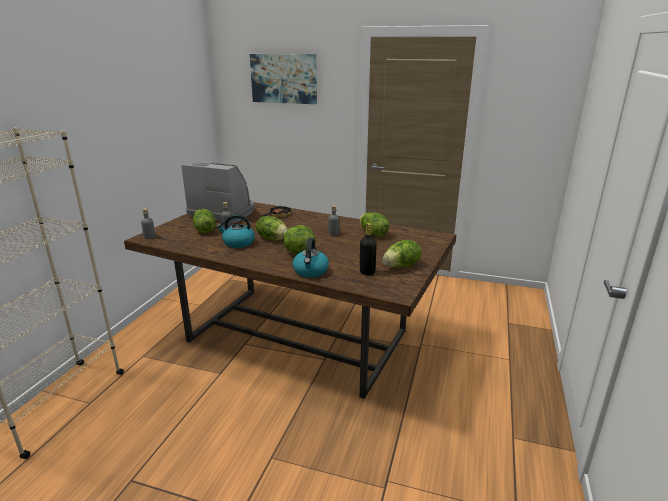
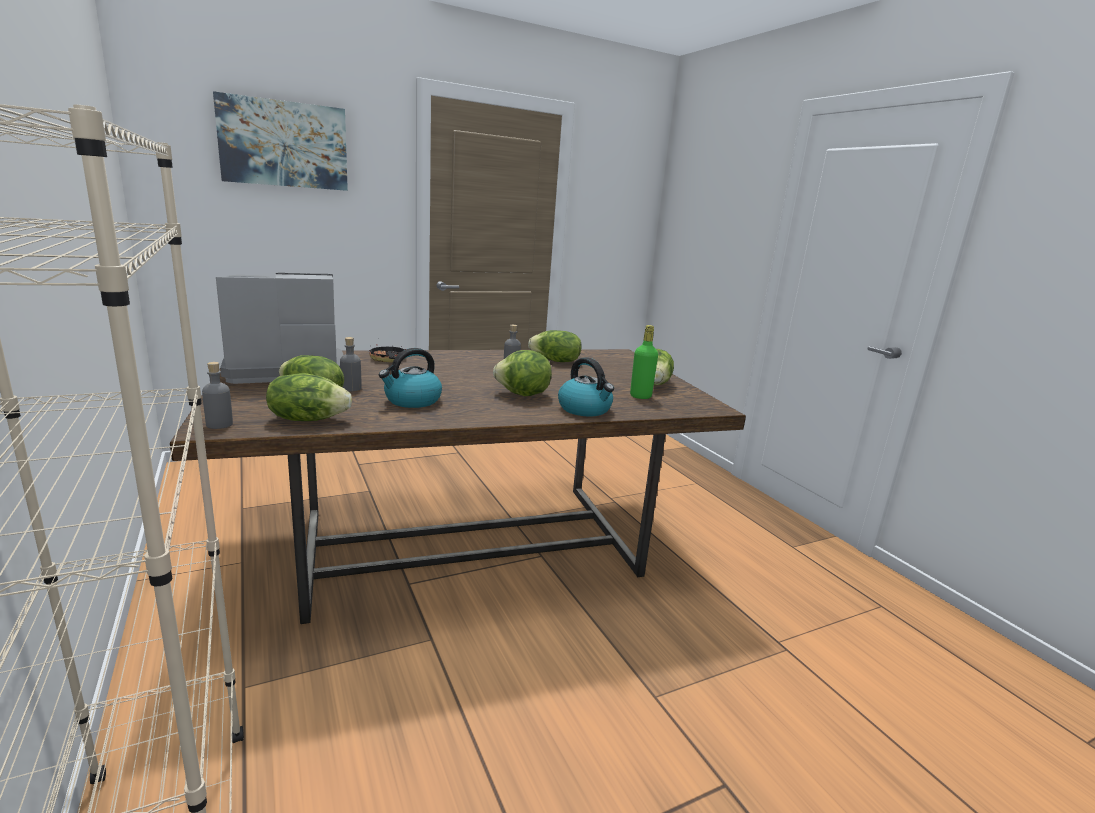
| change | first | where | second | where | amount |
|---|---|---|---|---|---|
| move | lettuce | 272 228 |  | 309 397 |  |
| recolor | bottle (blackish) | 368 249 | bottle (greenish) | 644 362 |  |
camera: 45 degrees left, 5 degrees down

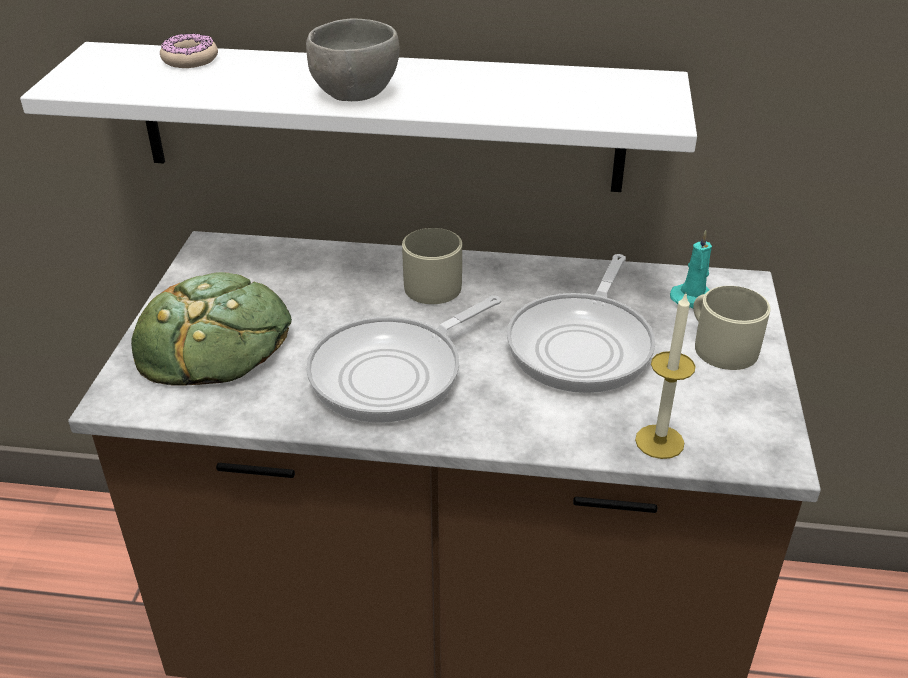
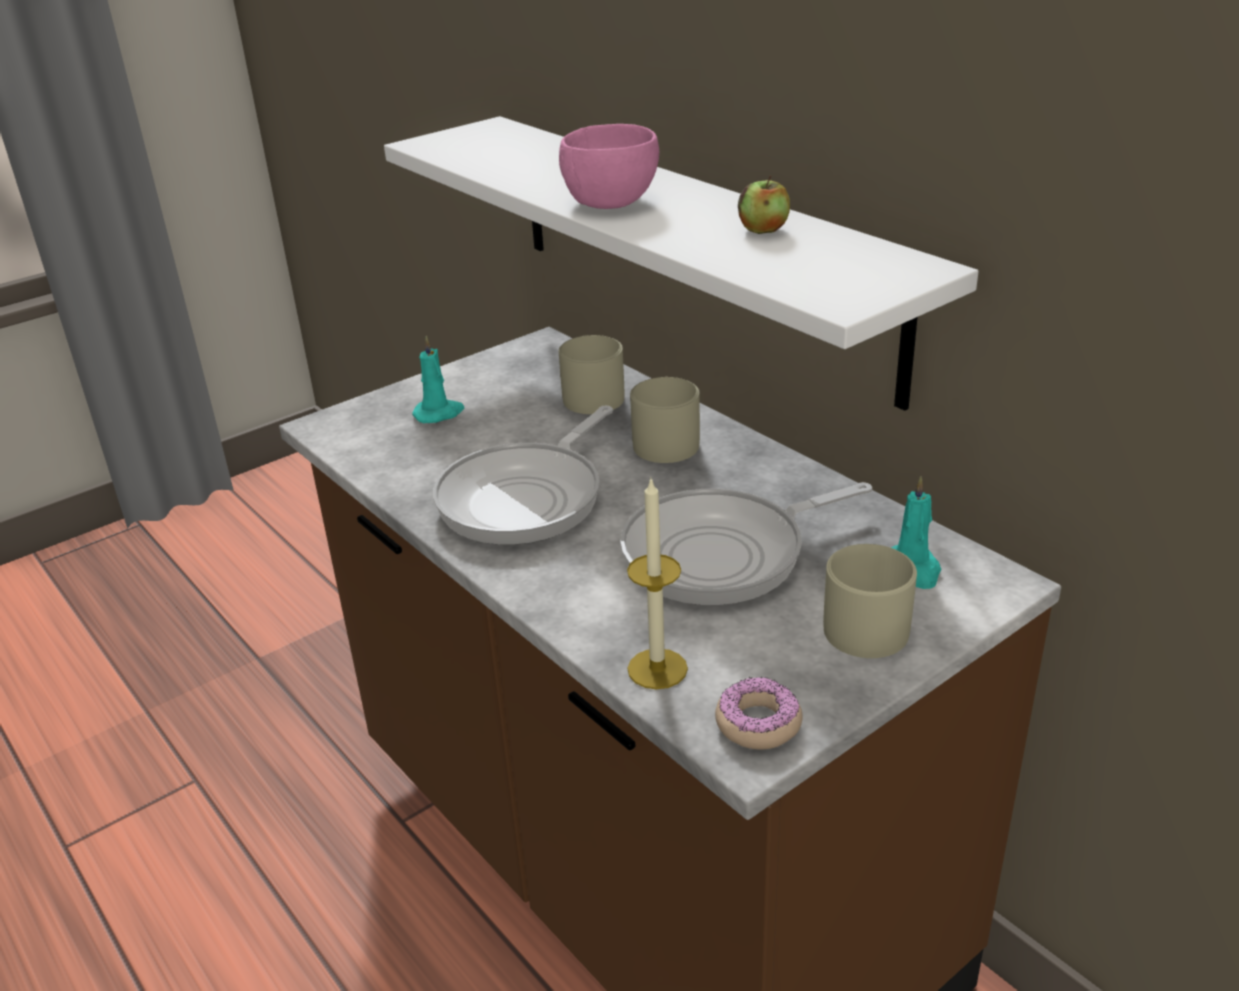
| change | first | where | second | where | amount |
|---|---|---|---|---|---|
| replace | bread | 211 328 | candle (blue-green) | 438 379 |  |
| move | doughnut | 189 50 |  | 758 713 |  |
| recolor | serving bowl (grey) | 353 60 | serving bowl (pink) | 609 166 |  |
| rotate | pan | 403 359 |  | 523 475 | 60 degrees counterclockwise |
| insert |  |  | tea mug (beige) | 592 374 |  |
| insert |  |  | apple | 764 204 |  |
camera: 45 degrees right, 5 degrees down

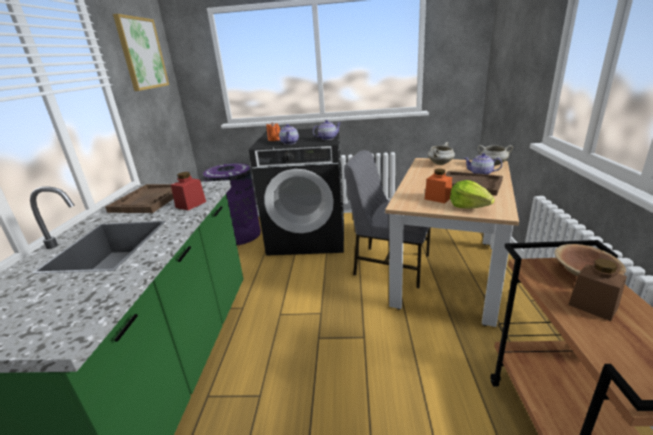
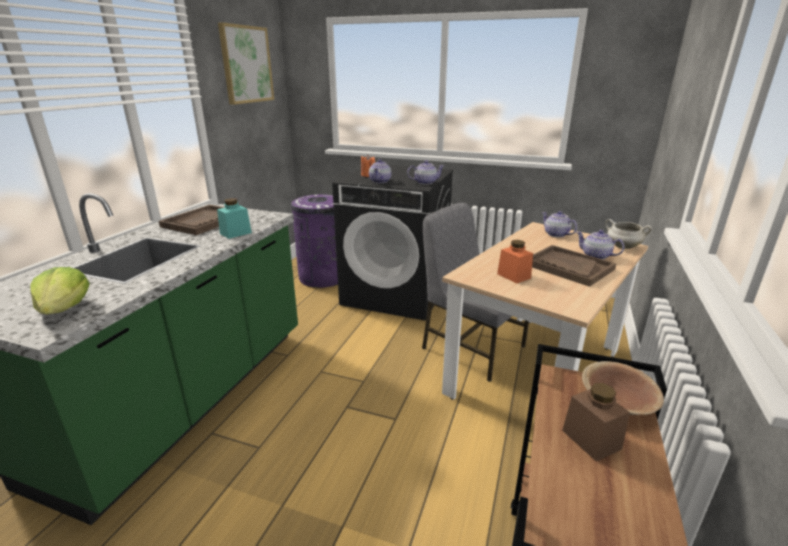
| change | first | where | second | where | amount |
|---|---|---|---|---|---|
| recolor | storage jar (reddish) | 188 191 | storage jar (blue-green) | 234 218 |  |
| replace | saucepot (white) | 441 153 | tea pot | 559 224 |  |
| move | lettuce | 472 194 |  | 60 291 |  |
camera: 15 degrees right, 0 degrees up

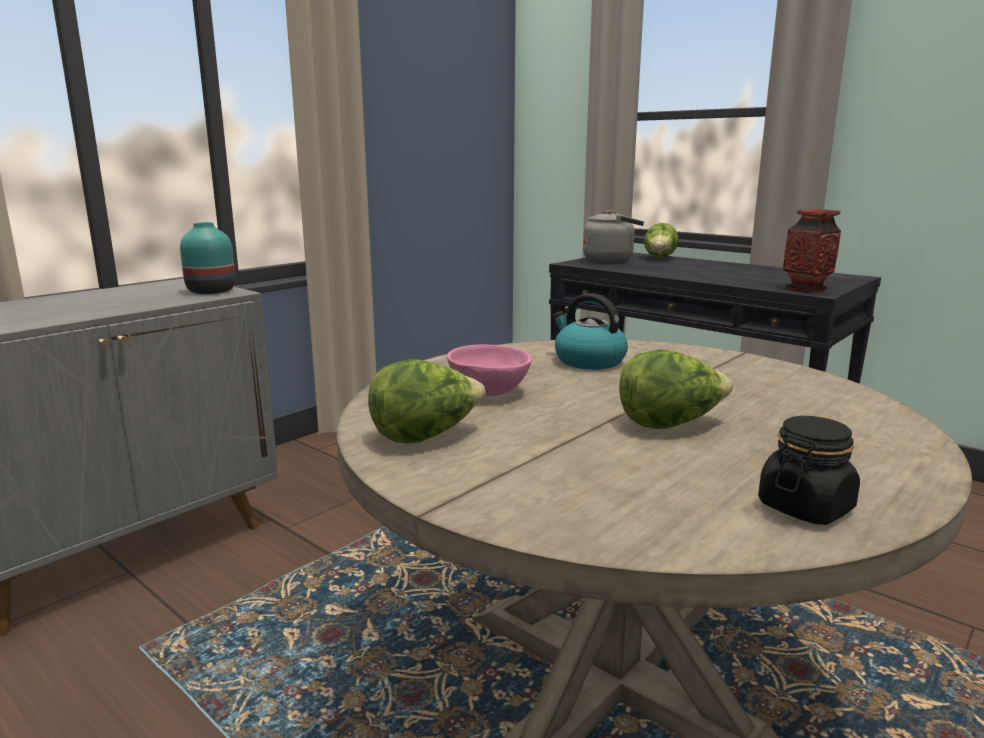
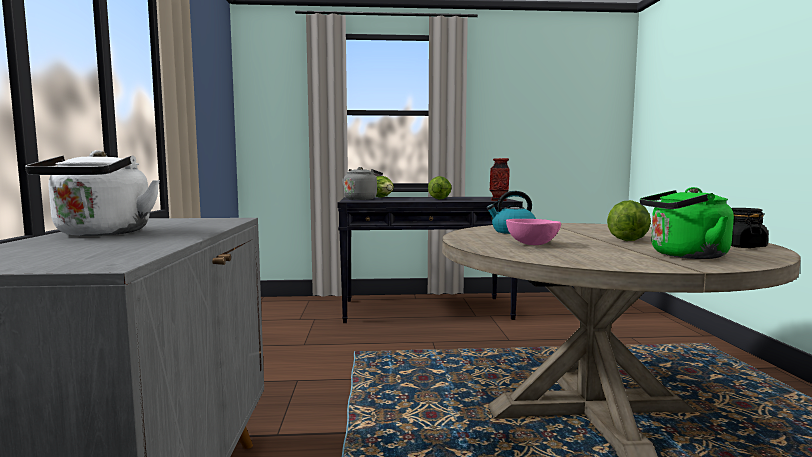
| change | first | where | second | where | amount |
|---|---|---|---|---|---|
| delete | vase (blue-green) | 207 258 |  |  |  |
| move | lettuce | 426 401 |  | 440 187 |  |
| insert |  |  | kettle (white) | 92 193 |  |
| insert |  |  | kettle (greenish) | 687 223 |  |
camera: 45 degrees left, 10 degrees down

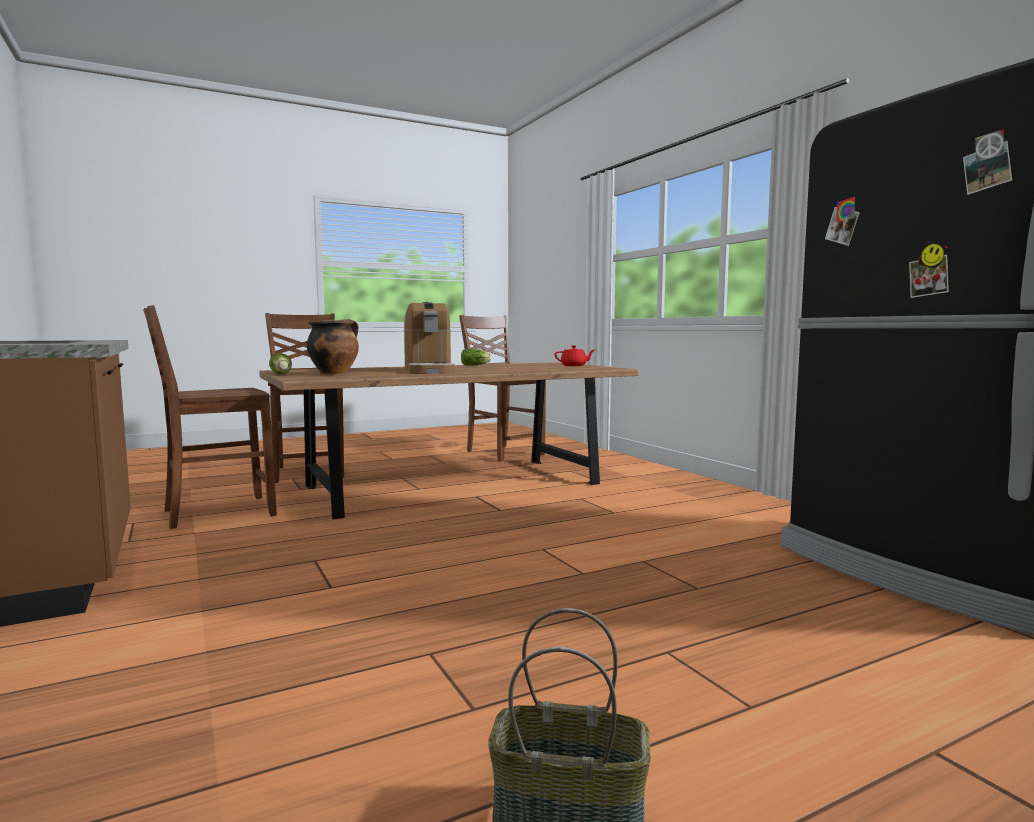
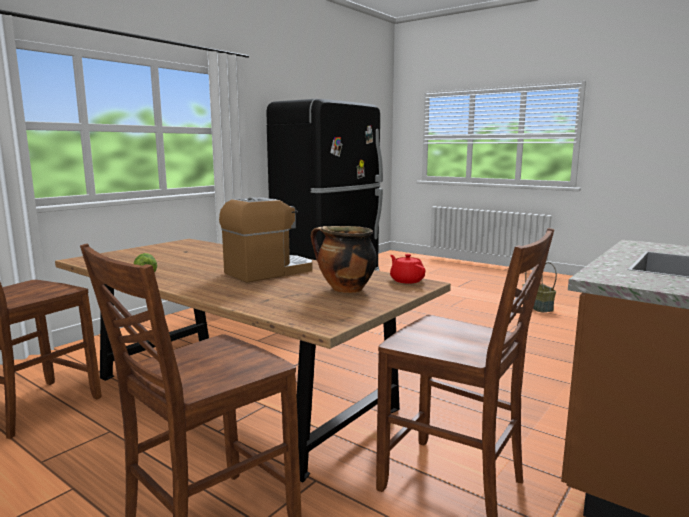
| change | first | where | second | where | amount |
|---|---|---|---|---|---|
| delete | lettuce | 280 363 |  |  |  |
| move | tea pot (reddish) | 574 355 |  | 407 268 |  |
camera: 115 degrees left, 5 degrees up

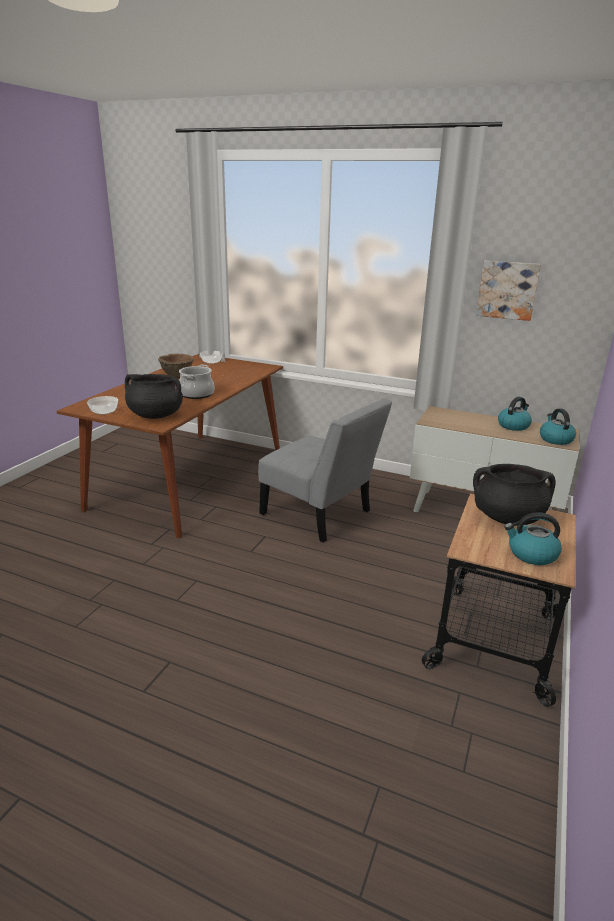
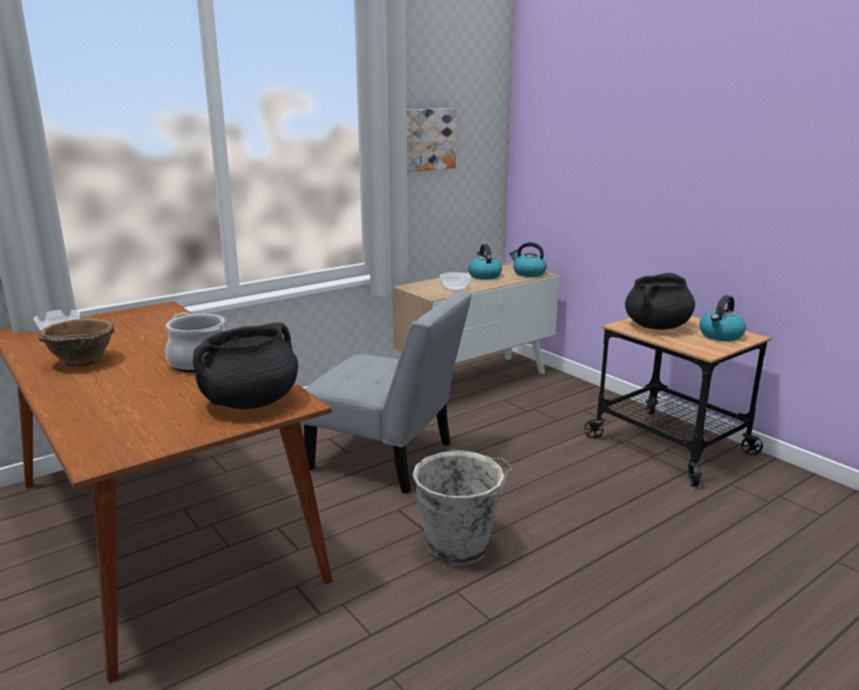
| change | first | where | second | where | amount |
|---|---|---|---|---|---|
| move | serving bowl | 102 405 |  | 455 281 |  |
| rotate | plain chair (grey) | 325 470 |  | 387 392 | 45 degrees clockwise |
| insert |  |  | water bucket (grey) | 462 507 |  |
camera: 60 degrees left, 5 degrees down

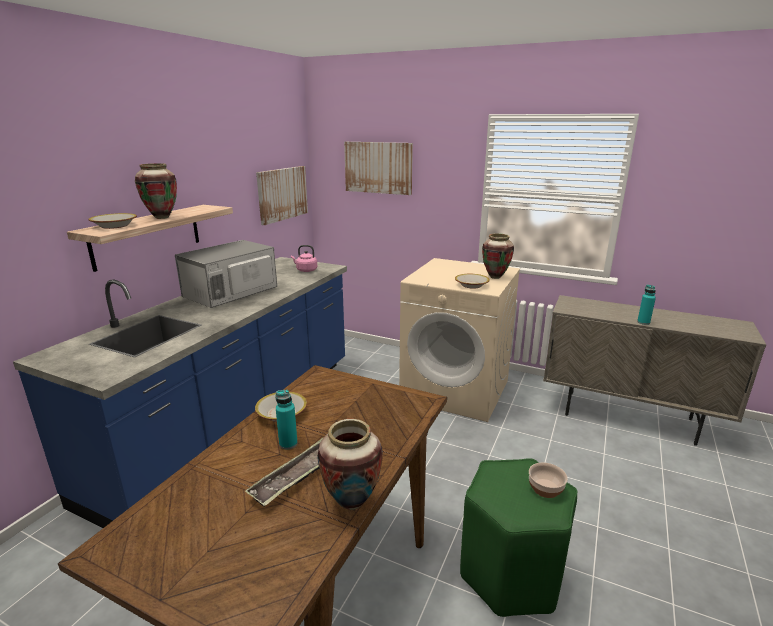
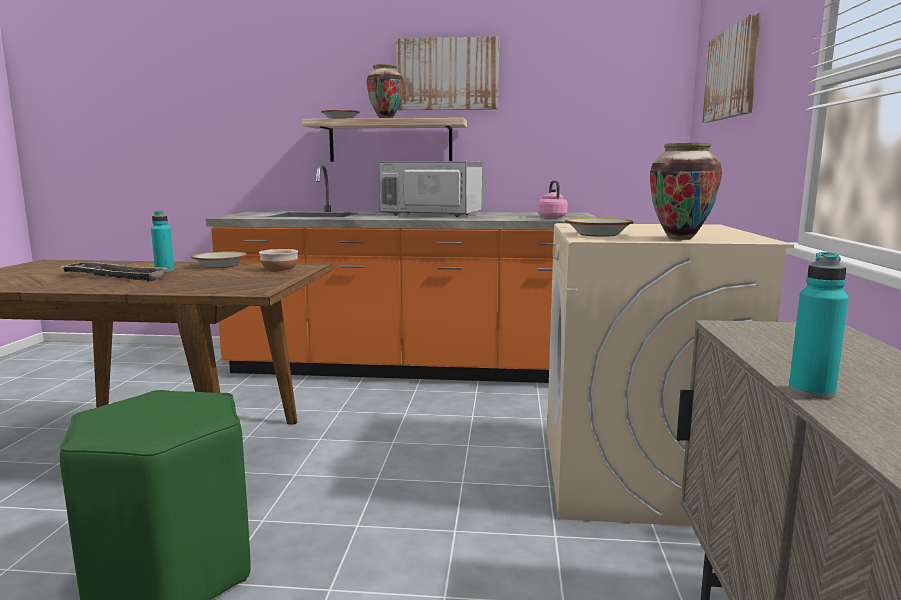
| change | first | where | second | where | amount |
|---|---|---|---|---|---|
| recolor | counter (blue) | 180 392 | counter (orangey) | 401 274 |  |
| move | wall art | 282 195 |  | 447 73 |  |
| delete | vase | 350 464 |  |  |  |
| move | serving bowl | 548 480 |  | 278 260 |  |
camera: 70 degrees right, 10 degrees down

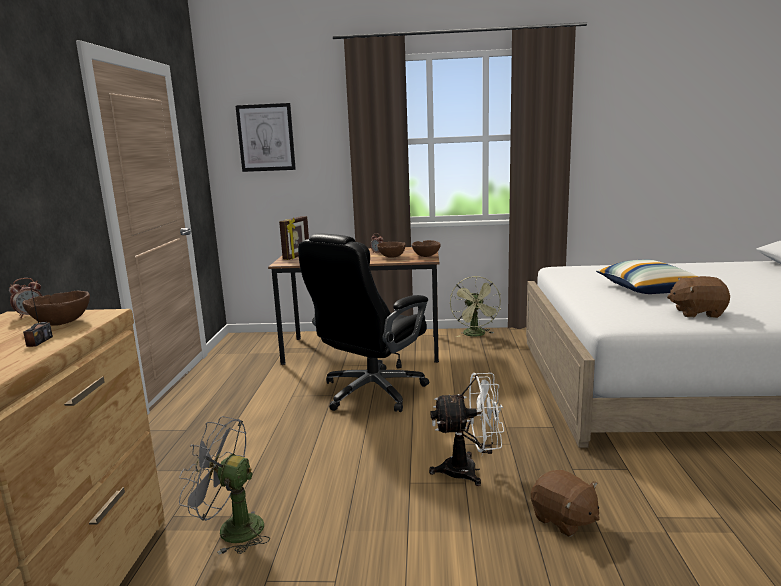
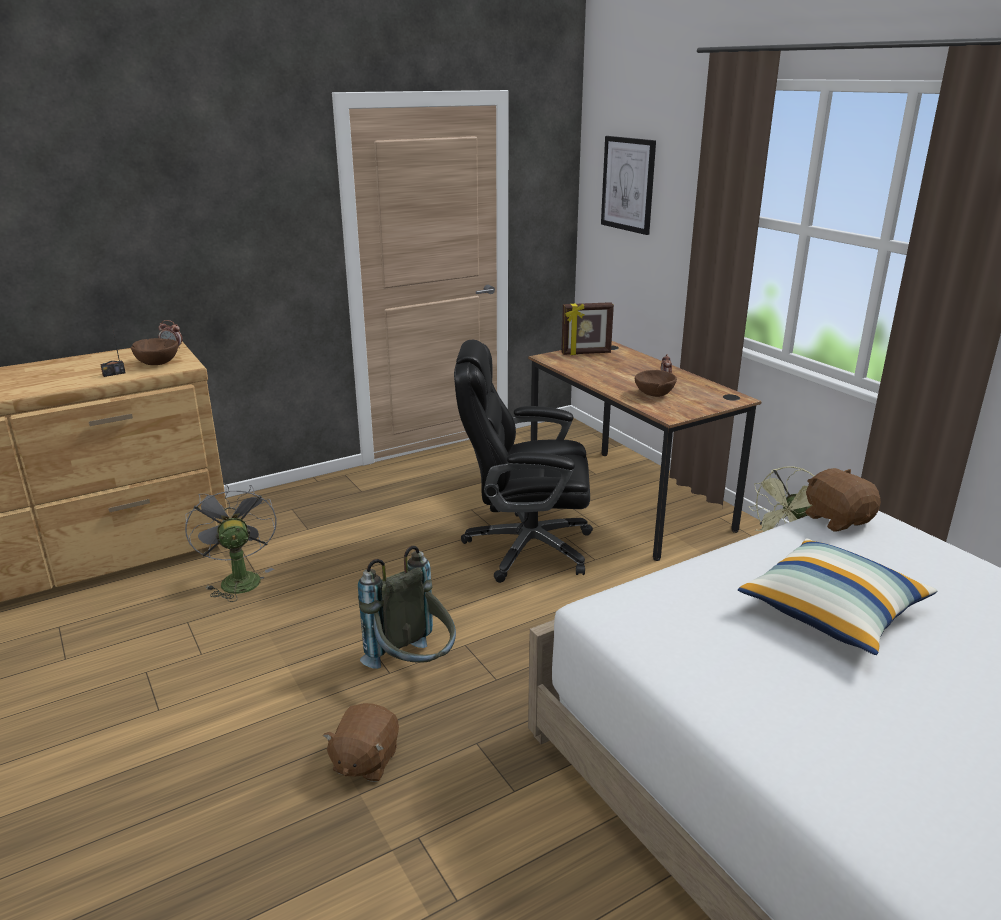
| change | first | where | second | where | amount |
|---|---|---|---|---|---|
| delete | serving bowl (brownish) | 426 248 |  |  |  |
| replace | electric fan (white) | 466 429 | knapsack (grey) | 407 607 |  |
| move | soft toy (brownish) | 698 297 |  | 843 499 |  |
camera: 55 degrees right, 10 degrees up

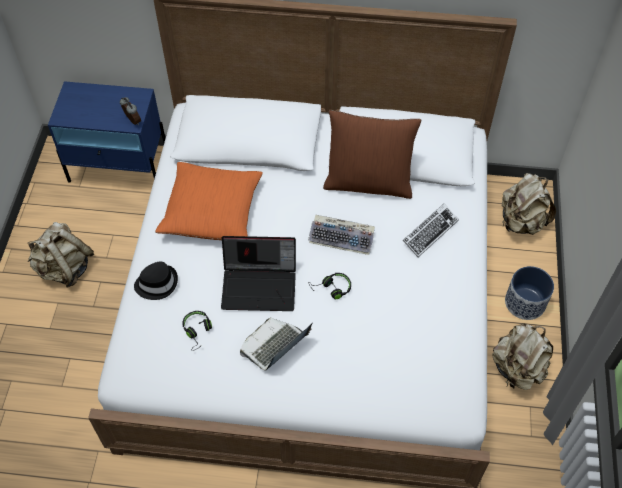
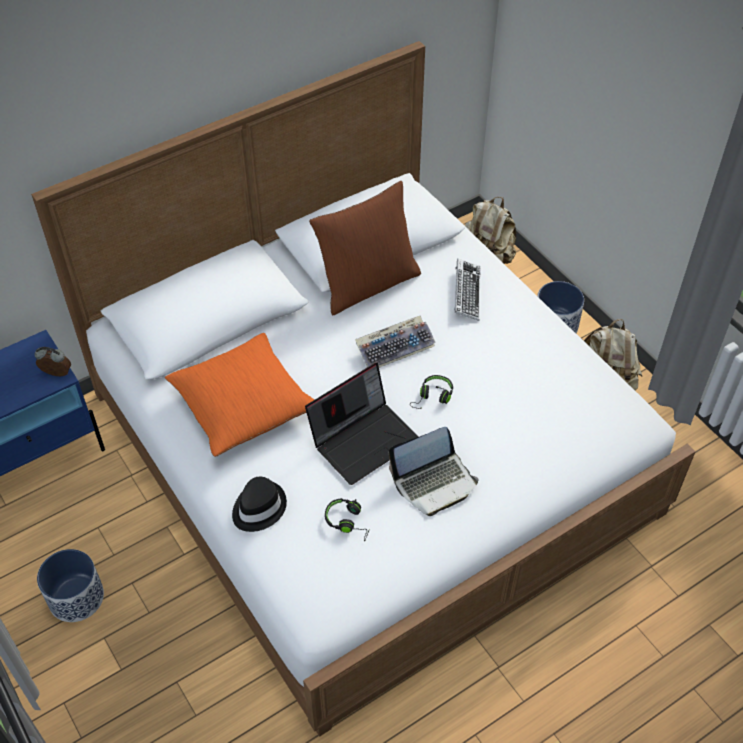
| change | first | where | second | where | amount |
|---|---|---|---|---|---|
| replace | knapsack (beige) | 61 255 | plant pot | 70 585 |  |
| rotate | laptop | 276 344 |  | 433 471 | 120 degrees counterclockwise |
camera: 40 degrees left, 5 degrees down

